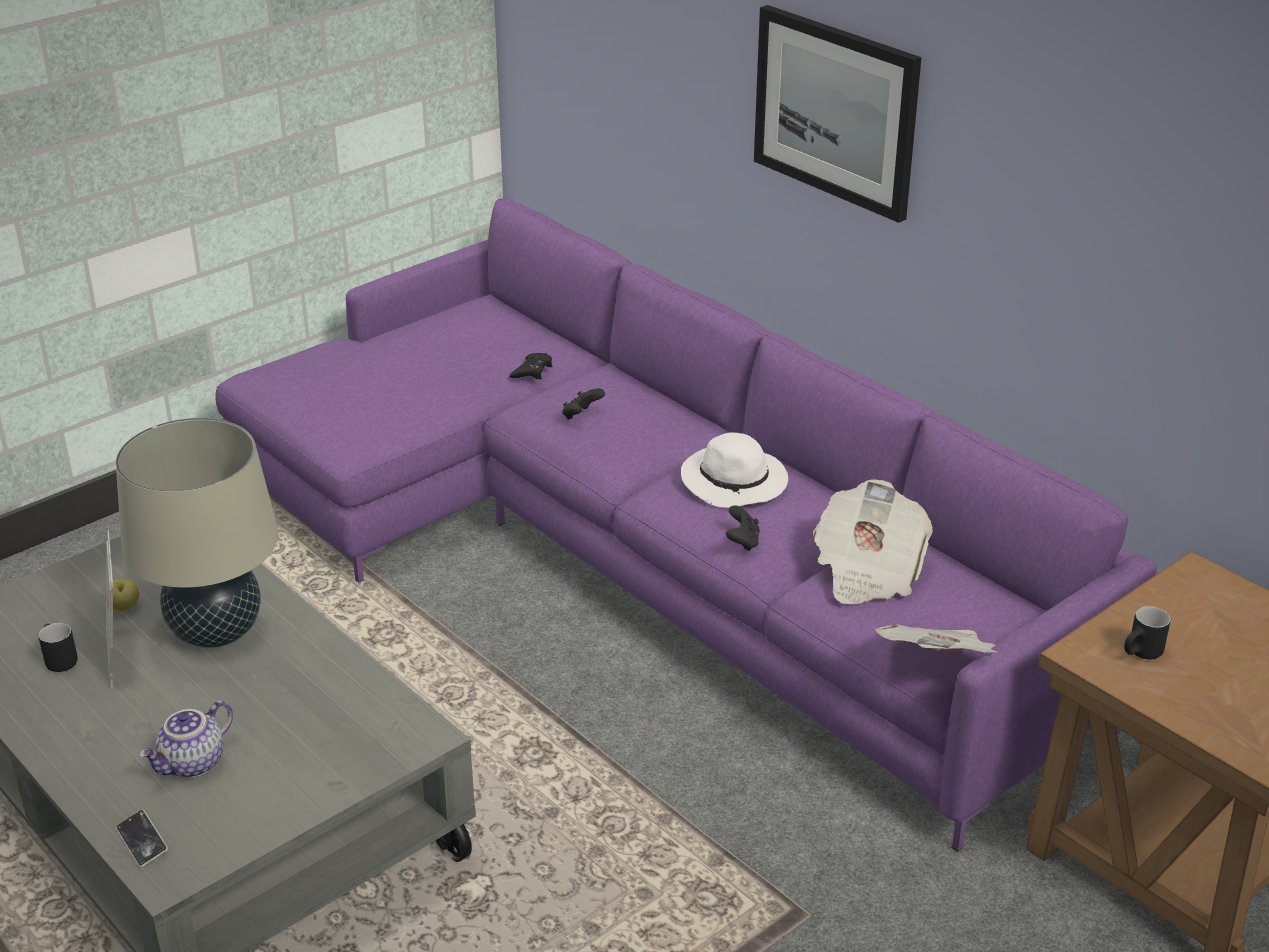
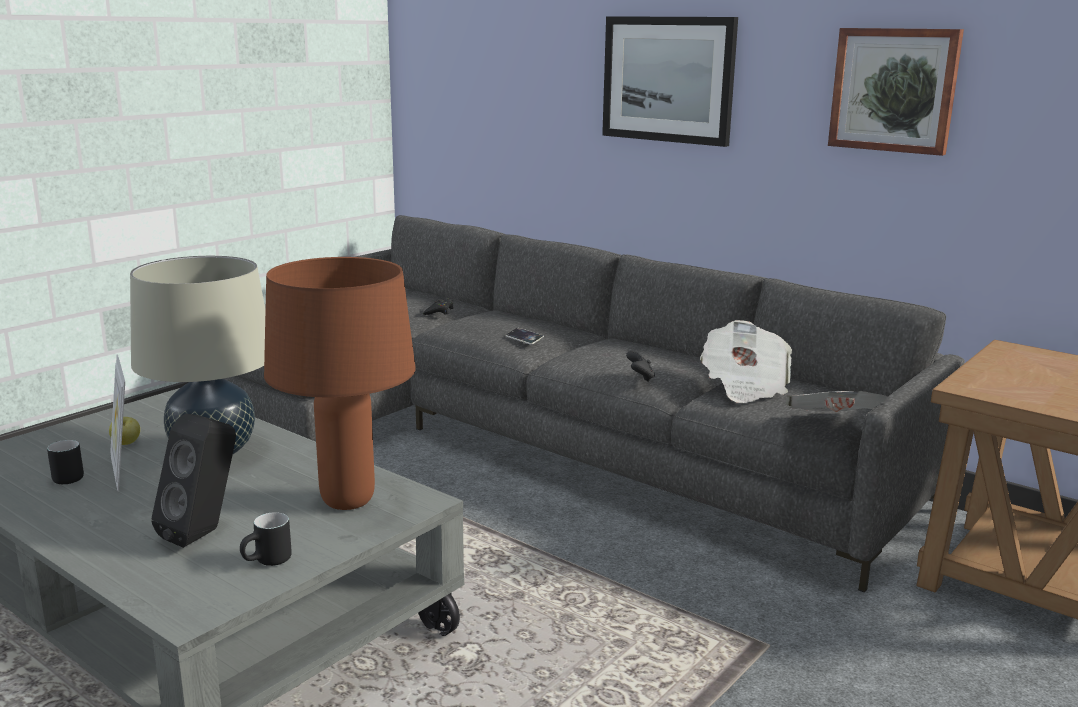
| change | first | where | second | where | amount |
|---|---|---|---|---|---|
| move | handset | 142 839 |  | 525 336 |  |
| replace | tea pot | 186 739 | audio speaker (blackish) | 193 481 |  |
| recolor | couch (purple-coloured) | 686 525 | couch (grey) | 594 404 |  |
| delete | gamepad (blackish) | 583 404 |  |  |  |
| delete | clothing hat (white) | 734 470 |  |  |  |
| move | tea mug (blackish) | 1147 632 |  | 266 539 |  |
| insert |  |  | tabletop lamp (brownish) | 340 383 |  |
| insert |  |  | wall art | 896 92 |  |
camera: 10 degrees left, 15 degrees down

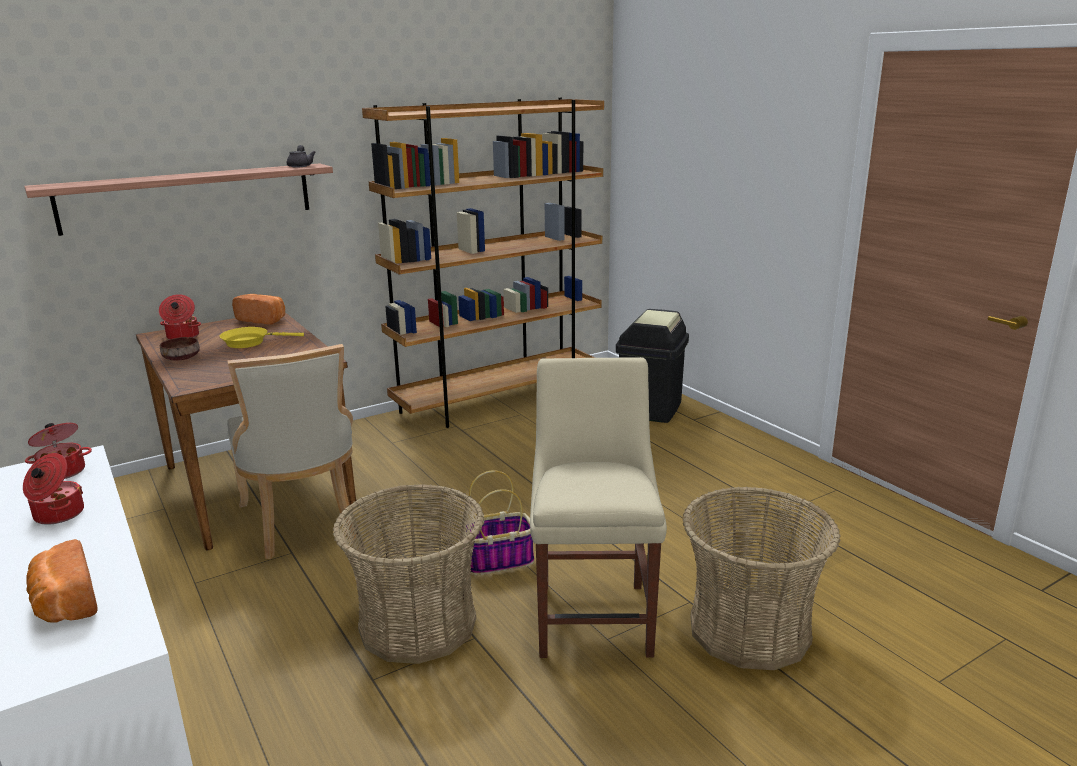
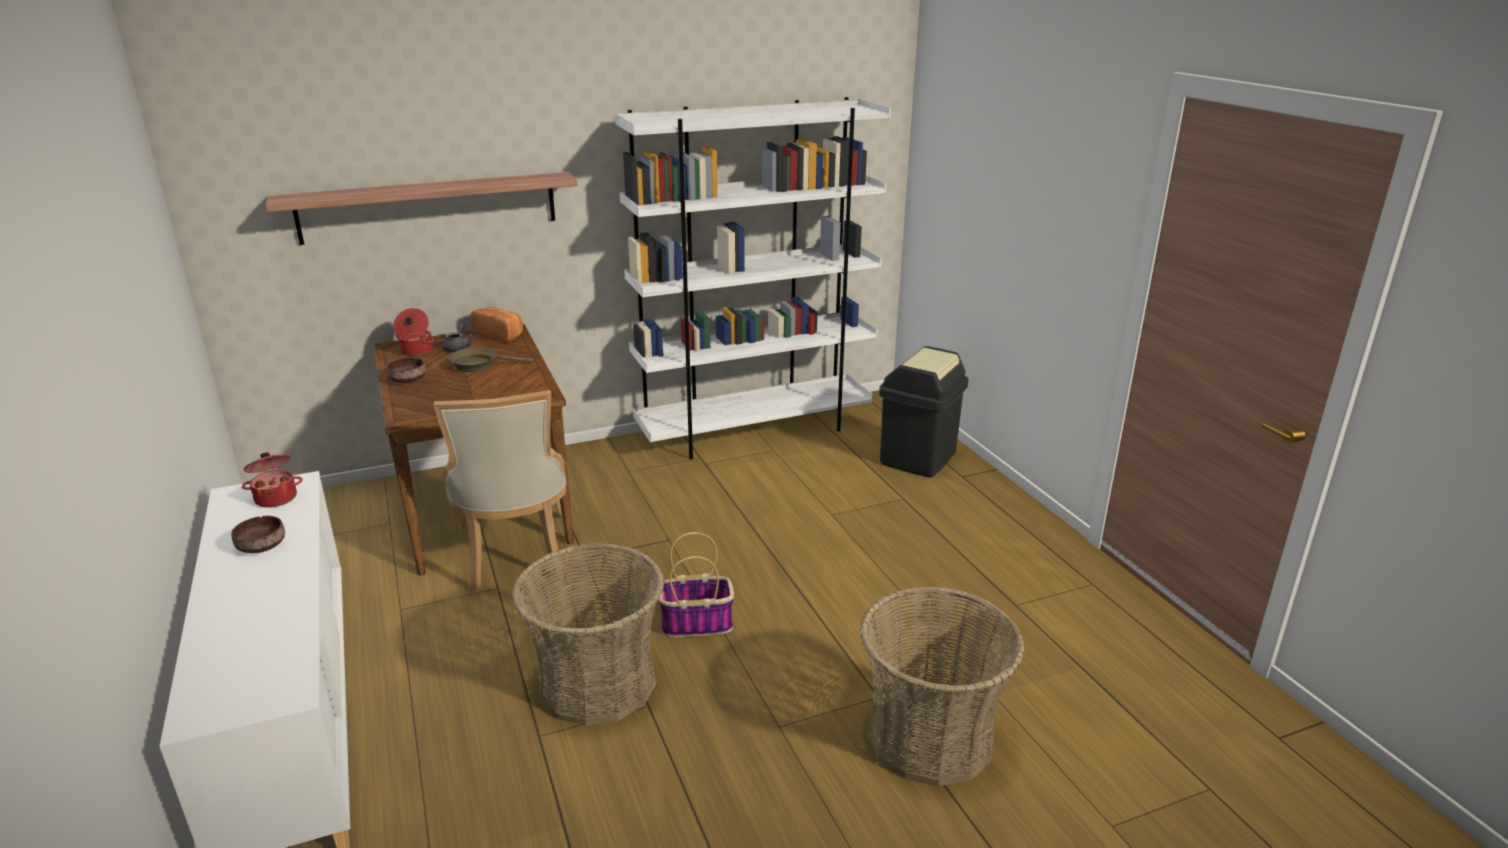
| change | first | where | second | where | amount |
|---|---|---|---|---|---|
| replace | saucepot | 53 489 | serving bowl (brownish) | 258 534 |  |
| delete | bread | 62 581 |  |  |  |
| recolor | pan (yellow) | 262 337 | pan (brownish) | 491 359 |  |
| move | tea pot (grey) | 301 156 |  | 457 337 |  |
| recolor | bookshelf (brownish) | 483 262 | bookshelf (white) | 753 278 |  |
| delete | plain chair (beige) | 598 507 |  |  |  |
camera: 10 degrees right, 5 degrees up

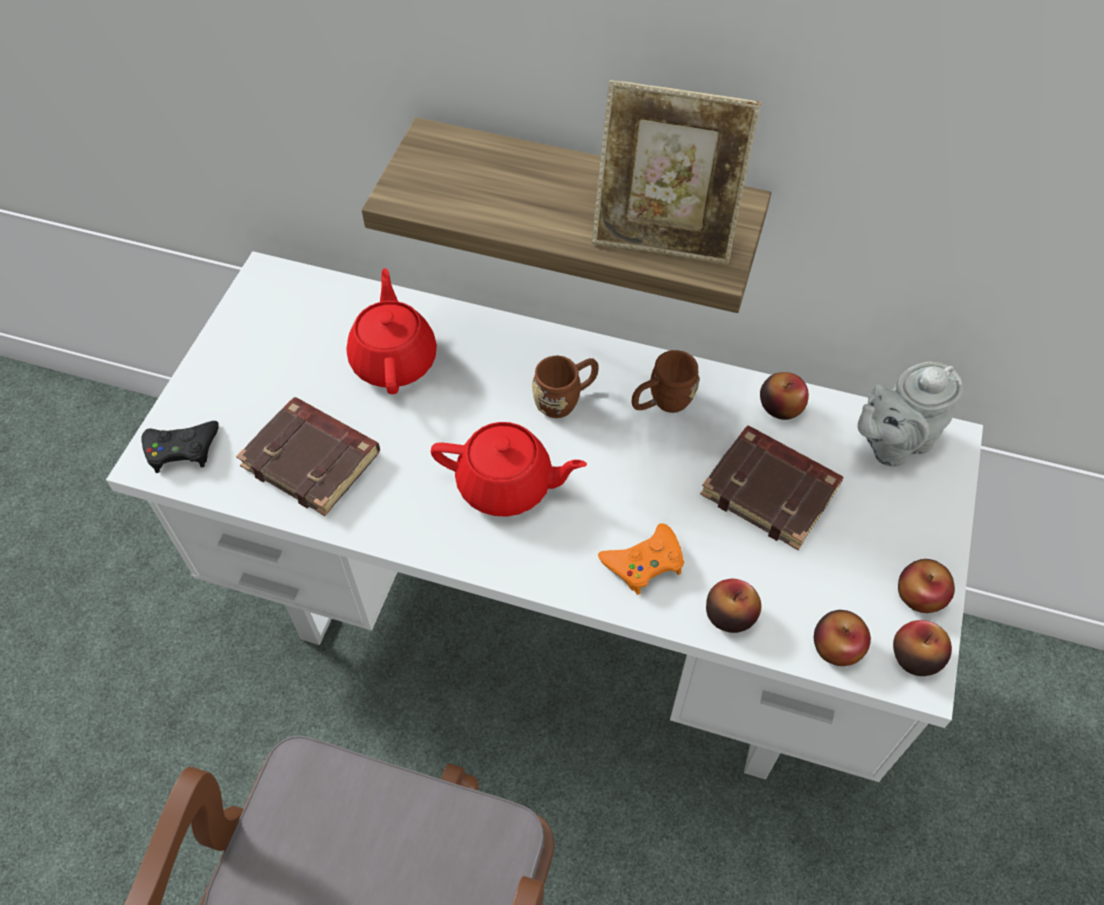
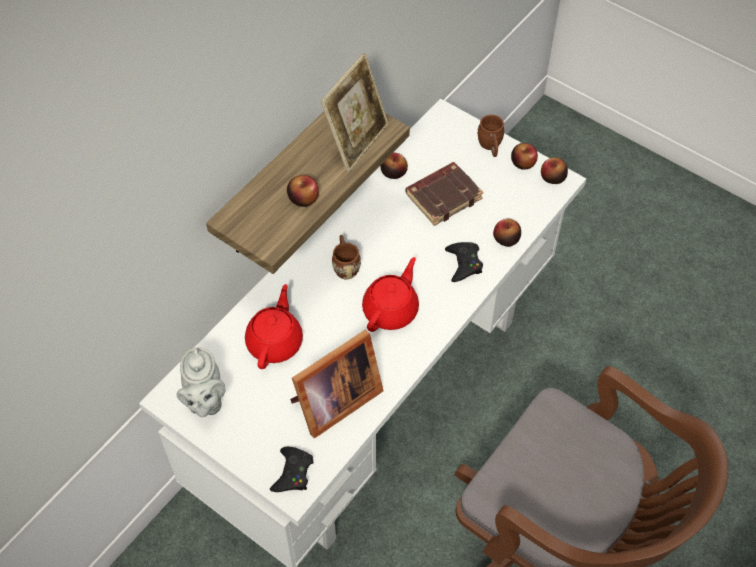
| change | first | where | second | where | amount |
|---|---|---|---|---|---|
| replace | volume (brownish) | 308 456 | standing frame | 337 384 |  |
| rotate | tea pot (reddish) | 391 331 |  | 274 326 | 90 degrees clockwise |
| recolor | gamepad (orangey) | 641 559 | gamepad (blackish) | 464 262 |  |
| move | tea mug (brownish) | 665 381 |  | 490 136 |  |
| move | apple | 842 638 |  | 303 191 |  |
| move | tea pot (grey) | 910 414 |  | 201 382 |  |
camera: 70 degrees left, 0 degrees up

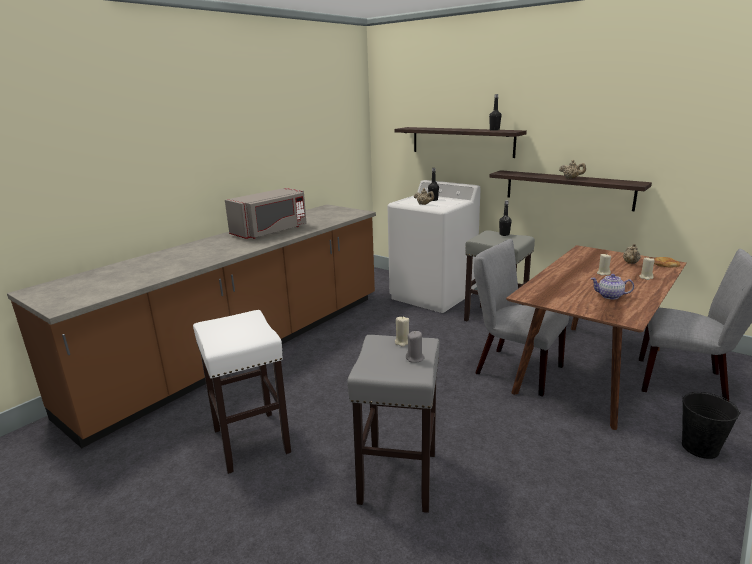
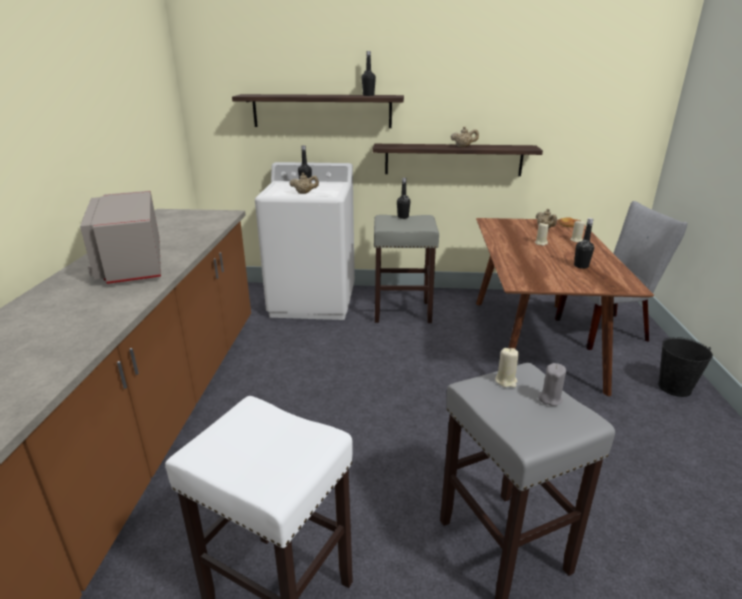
| change | first | where | second | where | amount |
|---|---|---|---|---|---|
| rotate | microwave oven (grey) | 266 213 |  | 120 237 | 150 degrees clockwise |
| delete | plain chair (grey) | 521 318 |  |  |  |
| replace | tea pot | 612 286 | bottle (blackish) | 584 243 |  |
camera: 35 degrees left, 5 degrees up

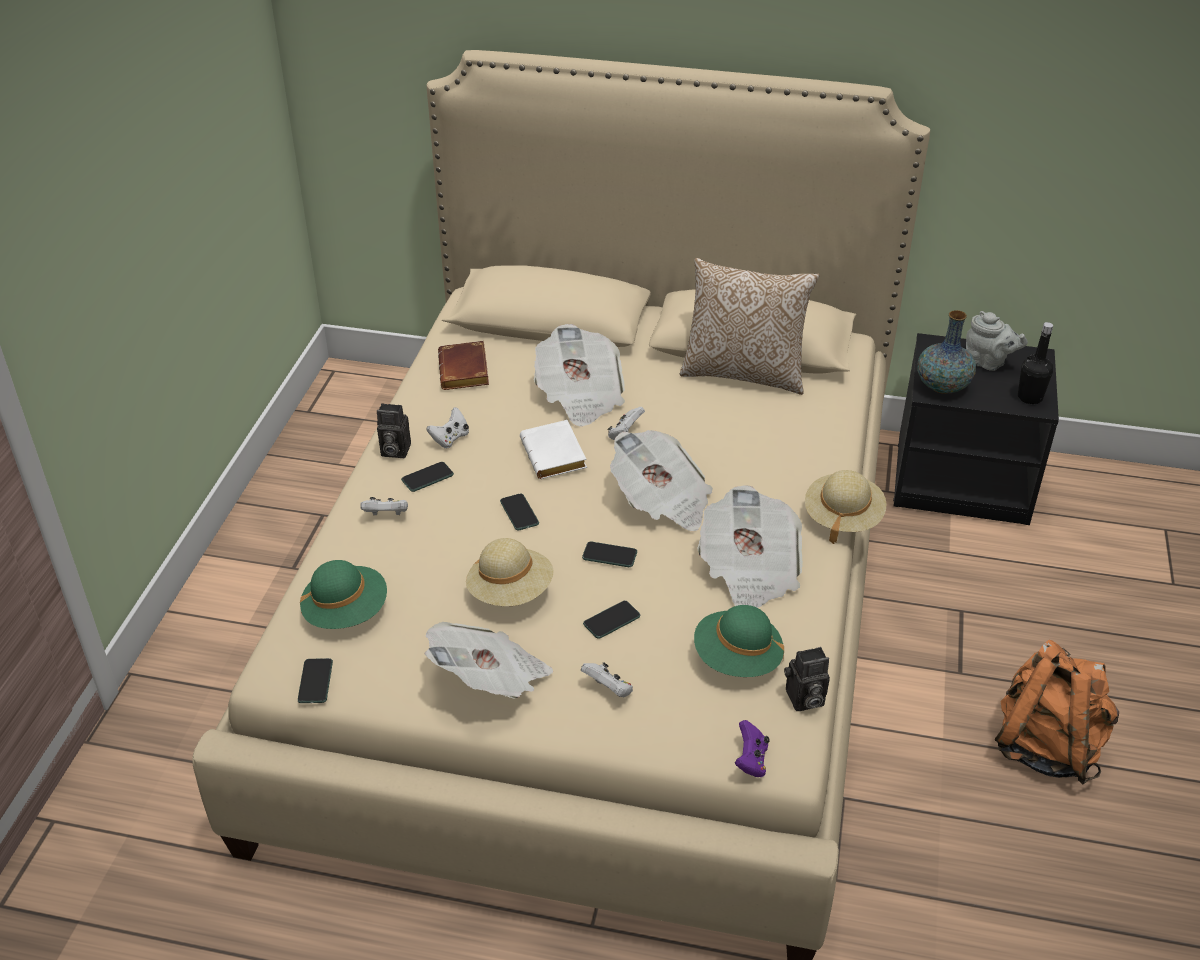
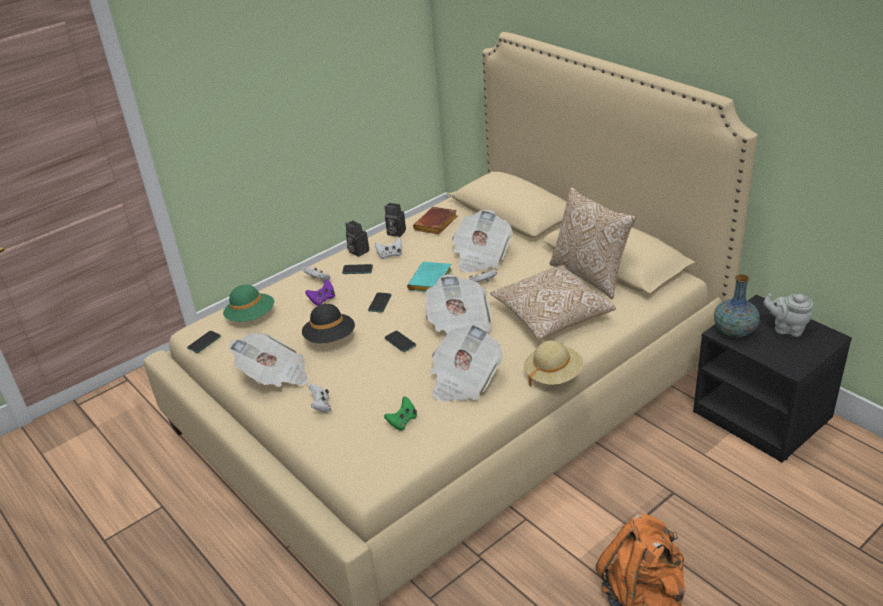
| change | first | where | second | where | amount |
|---|---|---|---|---|---|
| recolor | clothing hat (beige) | 510 572 | clothing hat (blackish) | 328 323 |  |
| recolor | volume (white) | 553 449 | volume (blue-green) | 429 277 |  |
| delete | handset | 611 620 |  |  |  |
| replace | clothing hat (greenish) | 739 641 | gamepad (greenish) | 400 413 |  |
| move | gamepad (purple-coloured) | 752 748 |  | 320 292 |  |
| move | still camera | 807 679 |  | 395 220 |  |
| rotate | tea pot (grey) | 997 341 |  | 788 315 | 135 degrees clockwise |
| delete | bottle (blackish) | 1035 363 |  |  |  |
| insert |  |  | pillow | 553 302 |  |
camera: 40 degrees right, 5 degrees down

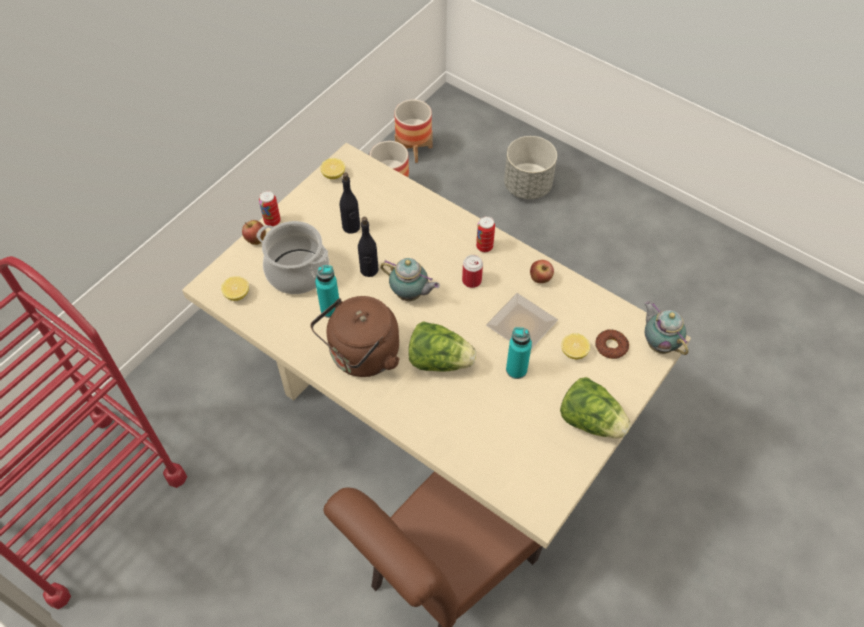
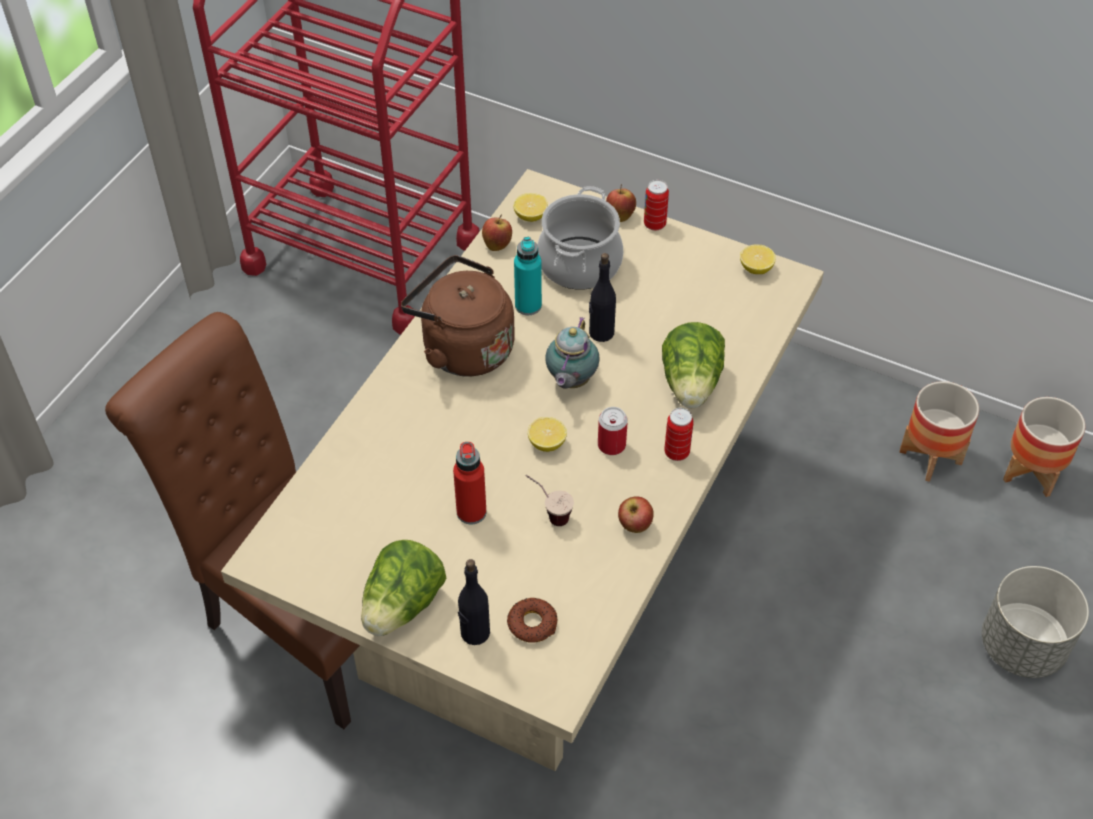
| change | first | where | second | where | amount |
|---|---|---|---|---|---|
| move | bottle (blackish) | 350 203 |  | 474 602 |  |
| move | lettuce | 442 346 |  | 693 365 |  |
| replace | flat dish | 522 321 | drinking cup | 550 500 |  |
| recolor | bottle (blue-green) | 519 353 | bottle (reddish) | 470 483 |  |
| move | whole lemon | 575 346 |  | 547 434 |  |
| delete | tea pot | 666 328 |  |  |  |
| insert |  |  | apple | 497 232 |  |
camera: 80 degrees right, 5 degrees down

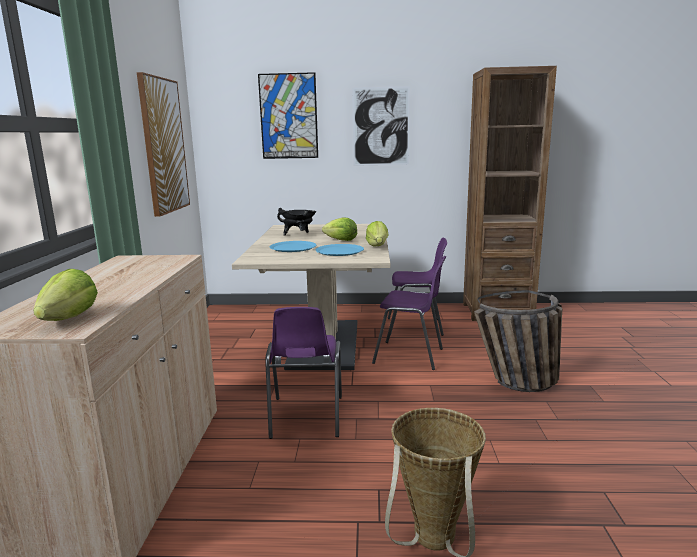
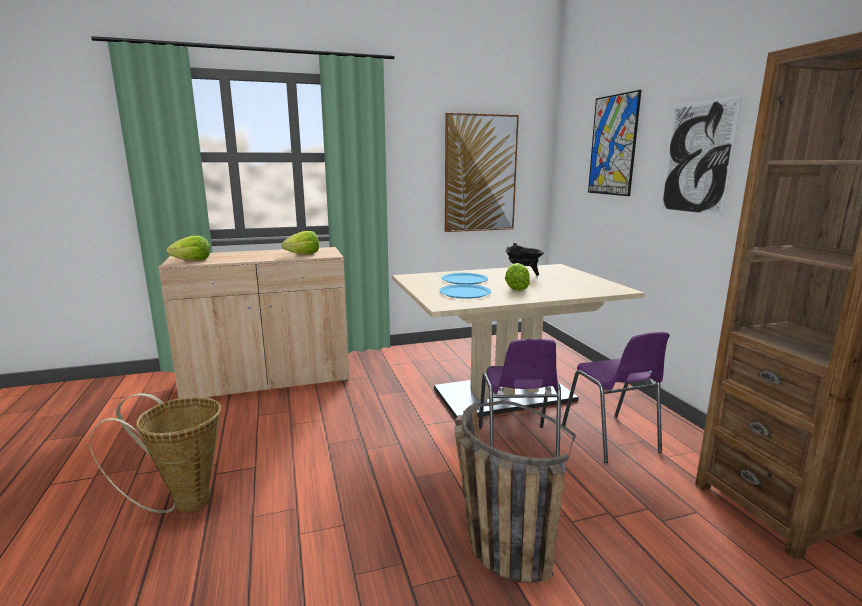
| change | first | where | second | where | amount |
|---|---|---|---|---|---|
| delete | plain chair (purple-coloured) | 303 373 |  |  |  |
| move | lettuce | 377 233 |  | 300 242 |  |
camera: 70 degrees right, 0 degrees up

